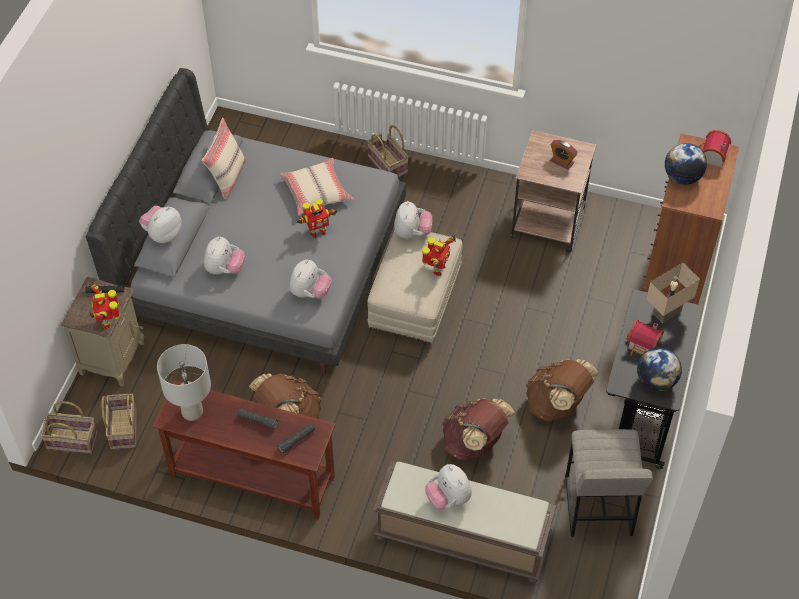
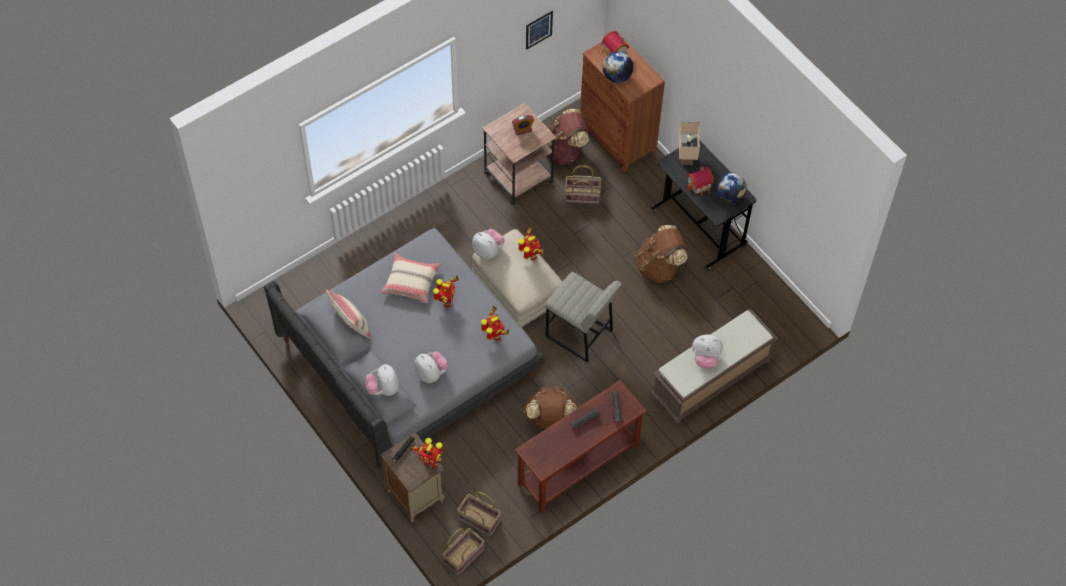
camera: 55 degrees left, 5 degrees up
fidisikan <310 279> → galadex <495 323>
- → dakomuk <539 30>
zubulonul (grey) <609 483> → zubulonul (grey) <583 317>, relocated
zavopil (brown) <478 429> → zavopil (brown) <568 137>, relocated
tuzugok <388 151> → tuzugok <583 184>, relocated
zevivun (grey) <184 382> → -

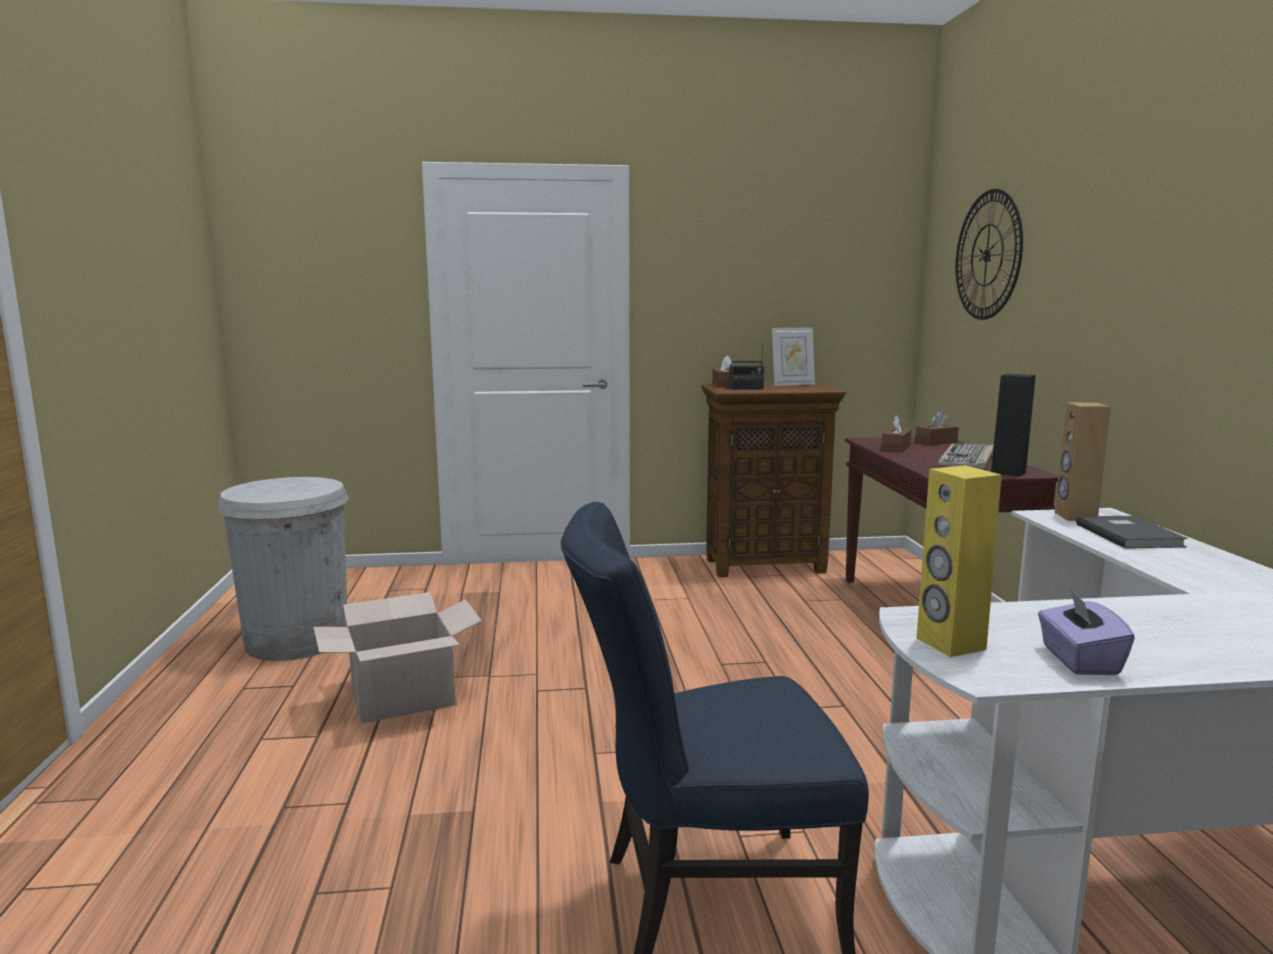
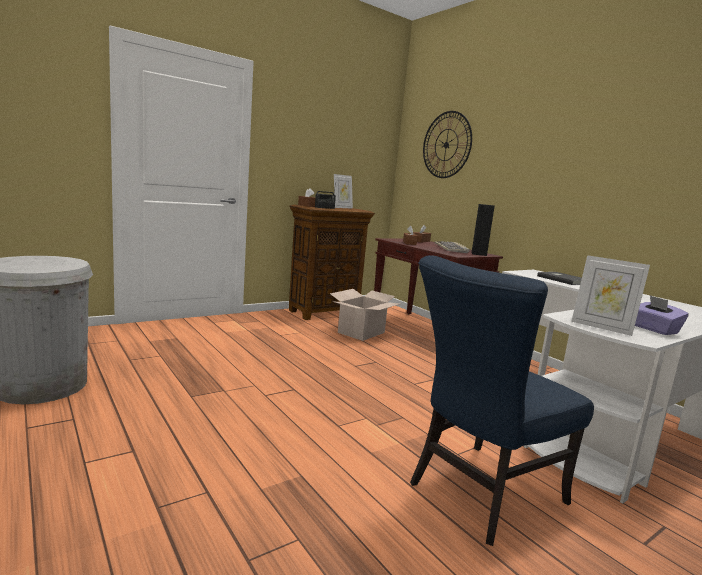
camera: 30 degrees left, 0 degrees up
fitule <397 658> → fitule <364 315>, relocated
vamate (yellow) <959 561> → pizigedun <610 295>
vamate (brown) <1083 461> → -

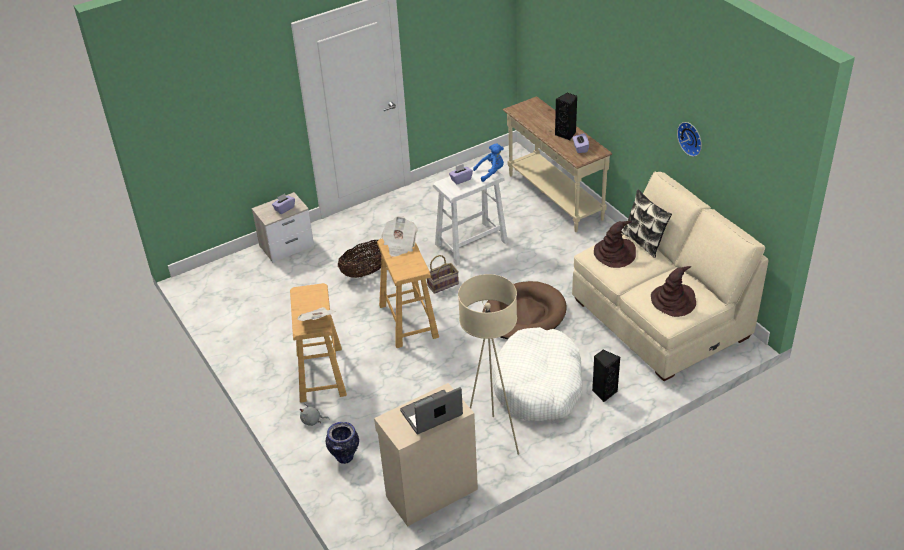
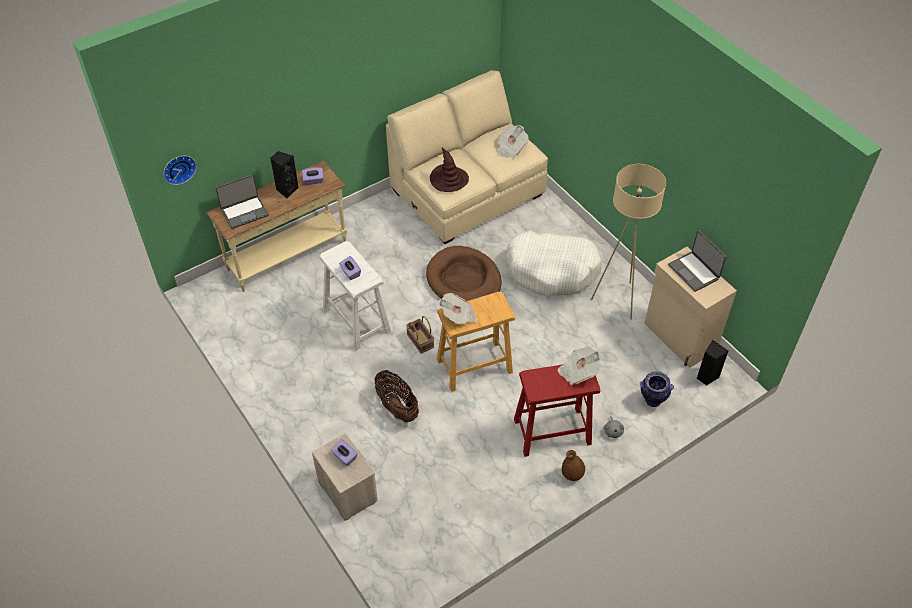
camera: 95 degrees left, 10 degrees up
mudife <689 139> → mudife <180 170>, relocated
- → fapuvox <242 201>
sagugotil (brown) <673 291> → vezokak <513 141>
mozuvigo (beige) <318 343> → mozuvigo (red) <557 410>
- → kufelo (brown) <573 465>
vamate (black) <606 376> → vamate (black) <712 363>, relocated
fidisikan (blue) <488 162> → -
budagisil <647 224> → -

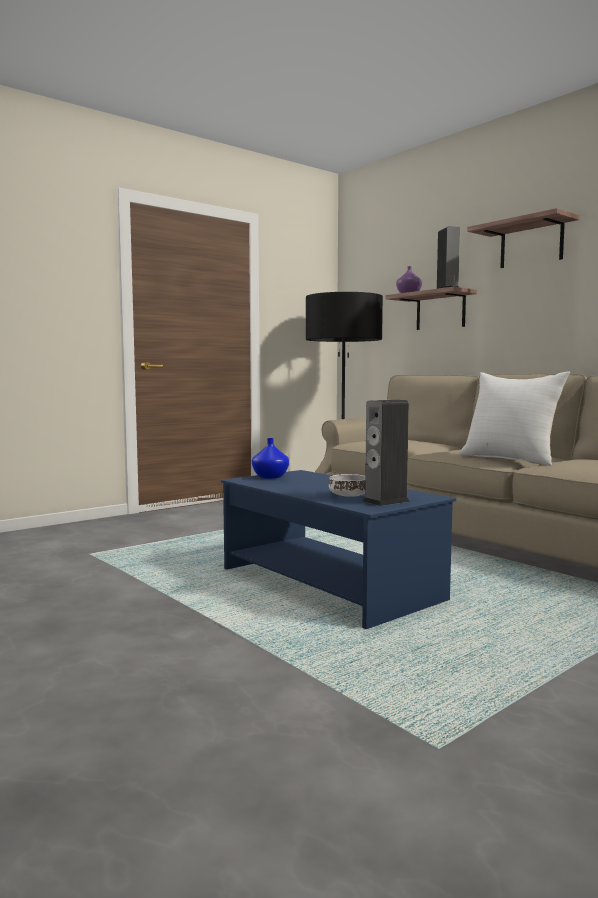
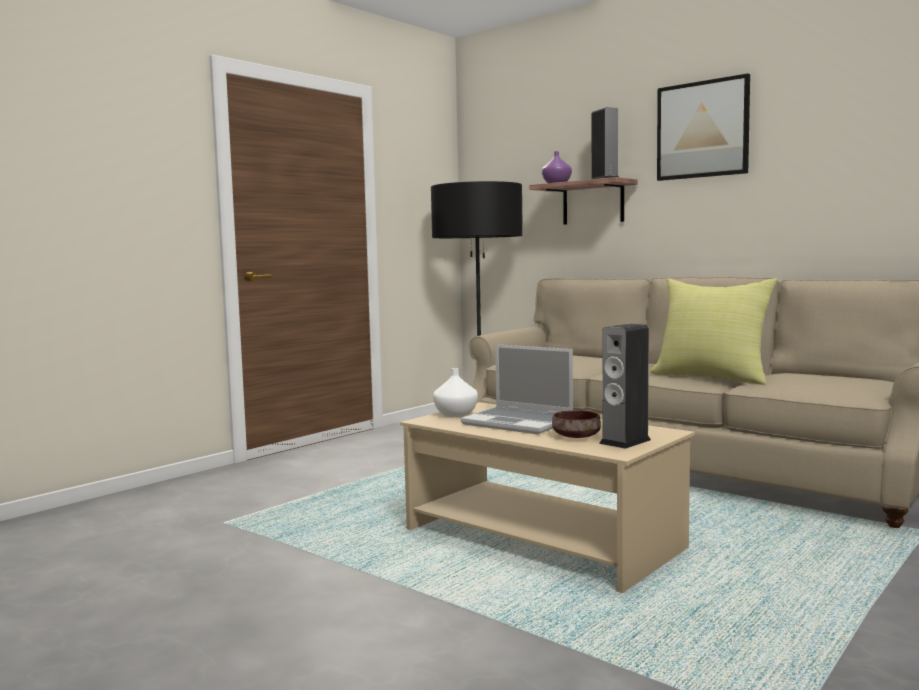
camera: 10 degrees left, 0 degrees up
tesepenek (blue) <338 549> → tesepenek (beige) <547 497>
kufelo (blue) <270 458> → kufelo (white) <455 392>
- → fapuvox <516 389>
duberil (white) <347 485> → duberil (brown) <576 424>
budagisil (white) <514 418> → budagisil (yellow) <713 331>
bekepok <523 238> → dakomuk <703 127>

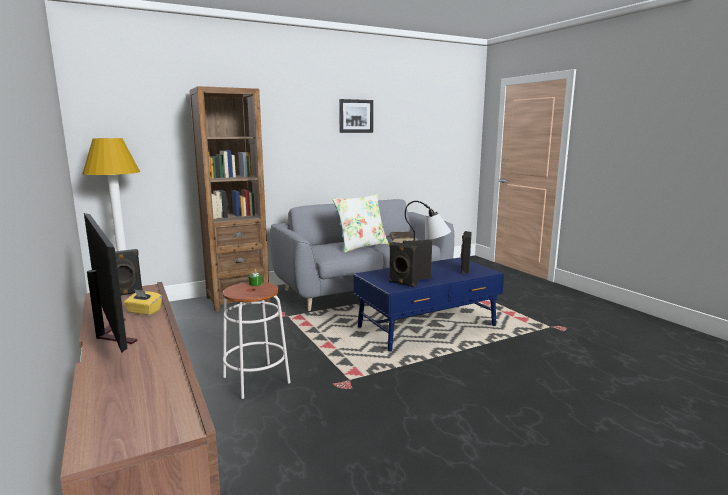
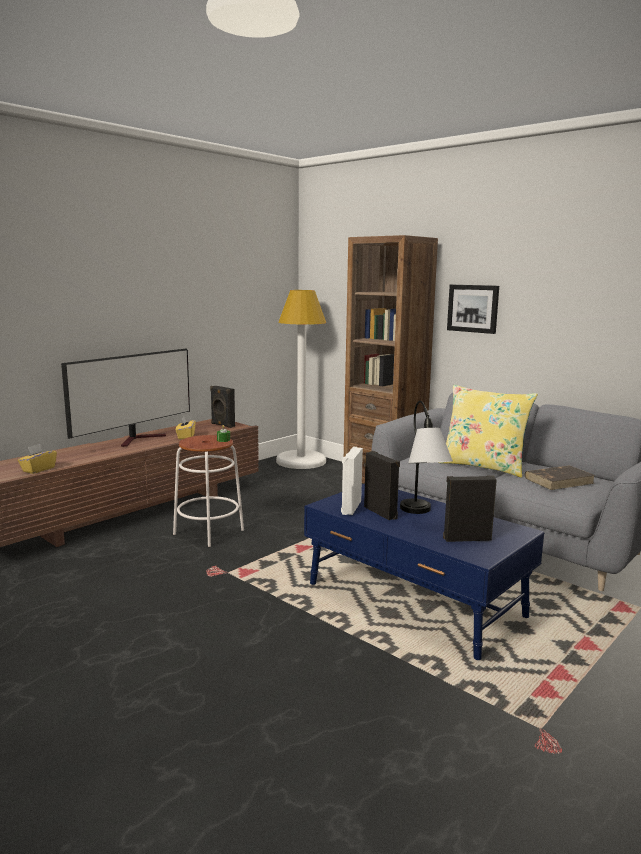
camera: 70 degrees right, 0 degrees up
- → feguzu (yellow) <37 459>
vamate (black) <403 264> → vamate (white) <352 481>
budagisil (white) <360 223> → budagisil (yellow) <488 431>
dakomuk <356 116> → dakomuk <473 309>, relocated

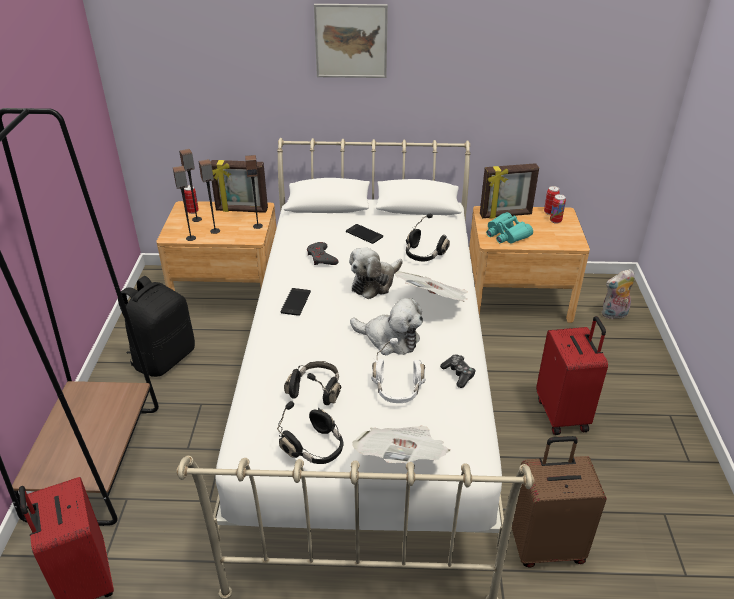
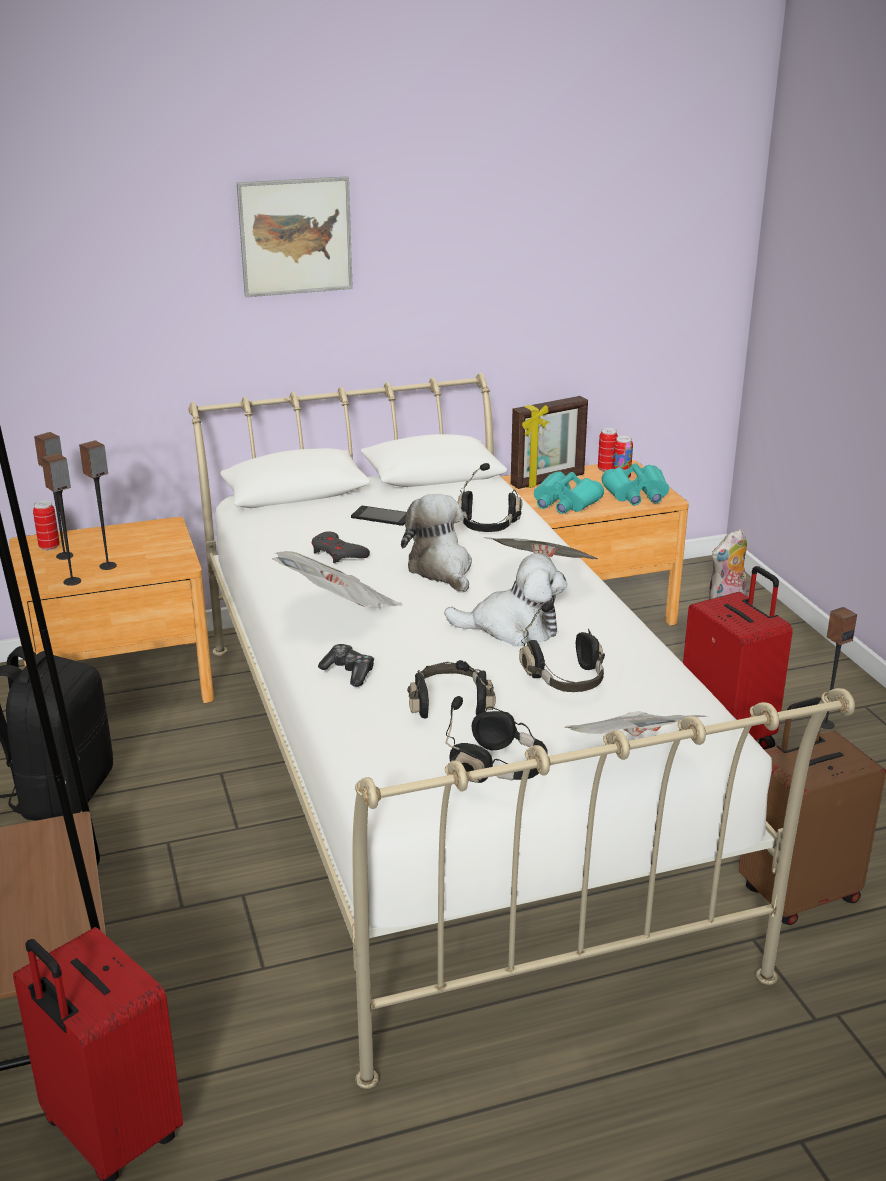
camera: 20 degrees left, 10 degrees down
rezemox <295 302> → vezokak <337 580>
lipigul <458 371> → lipigul <346 665>, relocated
fidisikan <376 273> → fidisikan <436 543>, 135 degrees clockwise
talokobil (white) <398 370> → talokobil (black) <562 647>
- → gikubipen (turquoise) <635 484>
vamate <254 192> → vamate <839 668>, relocated
pizigedun <239 186> → -

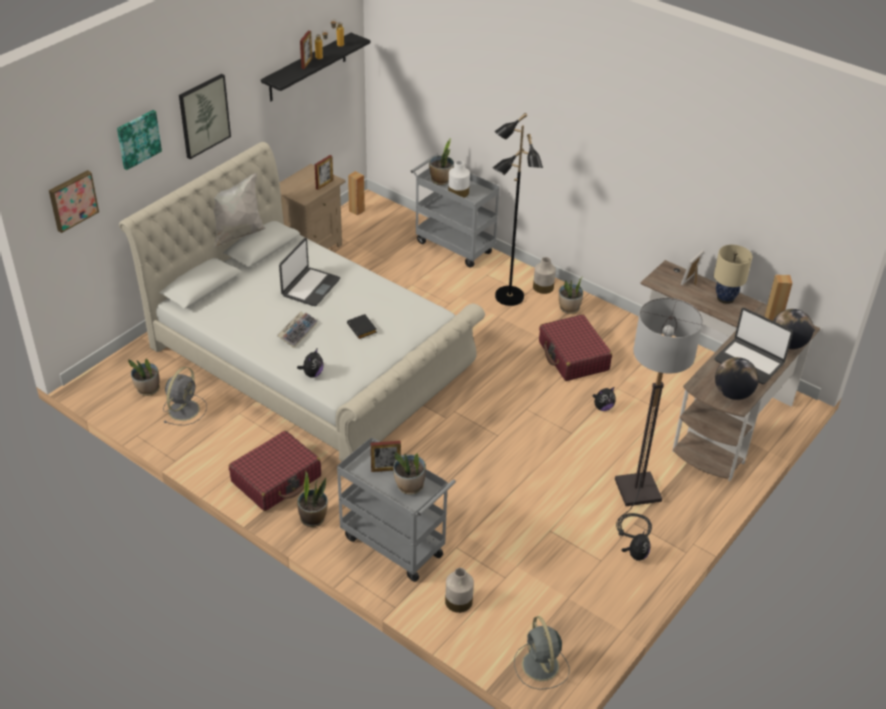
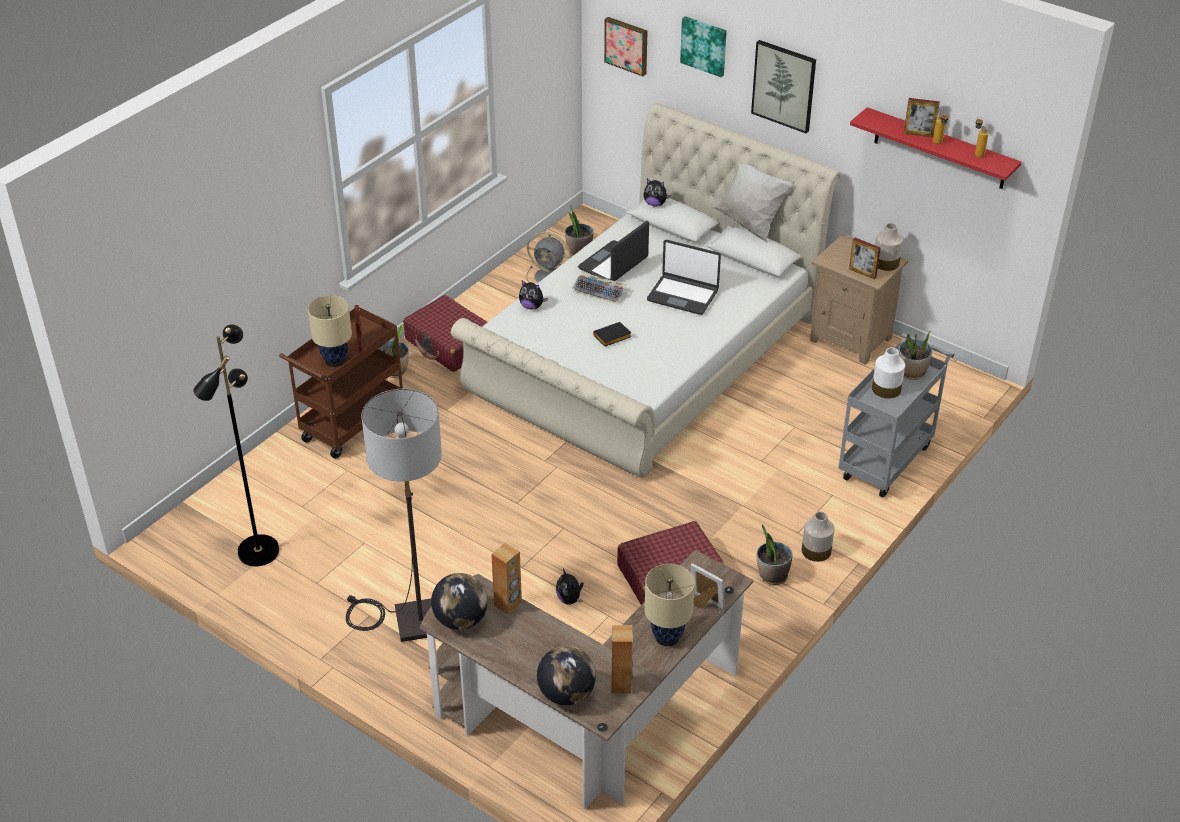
camera: 90 degrees right, 0 degrees up
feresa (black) <518 209> → feresa (black) <236 445>, relocated
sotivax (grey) <396 509> → sotivax (brown) <341 383>
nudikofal <409 473> → zevivun (beige) <330 331>
vamate (brown) <356 193> → vamate (brown) <506 578>, relocated
fapuvox <754 346> → fapuvox <613 251>, relocated
fidisikan <635 545> → fidisikan <657 193>, relocated
bekepok (black) <315 67> → bekepok (red) <936 148>
kufelo (beige) <459 590> → kufelo (beige) <889 247>, relocated
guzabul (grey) <542 653> → -

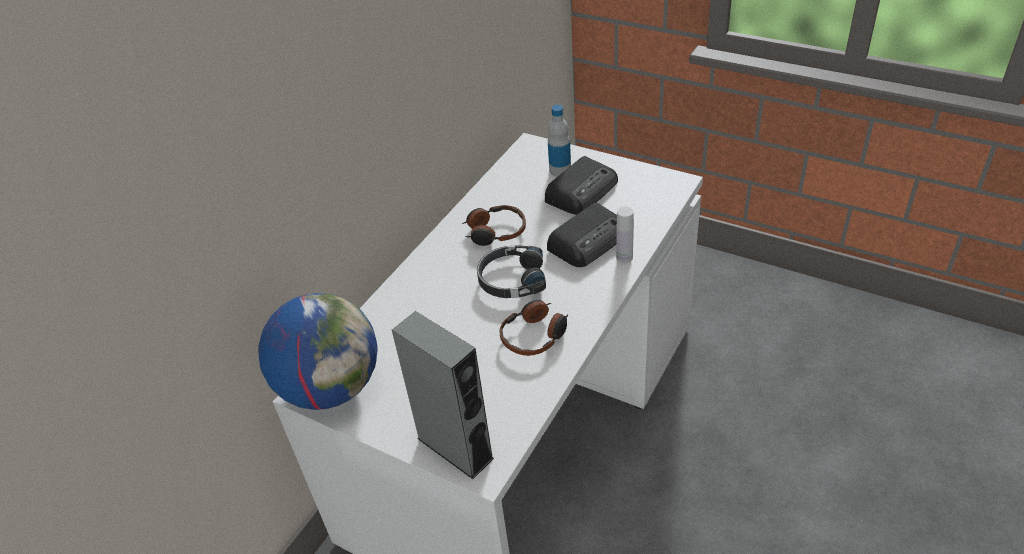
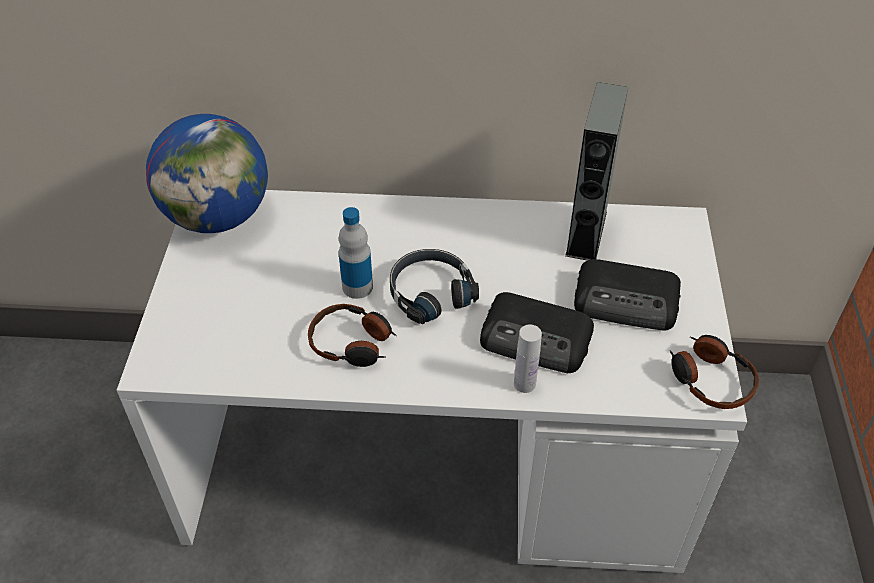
camera: 60 degrees right, 5 degrees up
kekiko <559 141> → kekiko <356 253>, relocated
vamate (grey) <443 395> → vamate (grey) <596 171>, relocated
talokobil <494 225> → talokobil <714 372>, relocated

